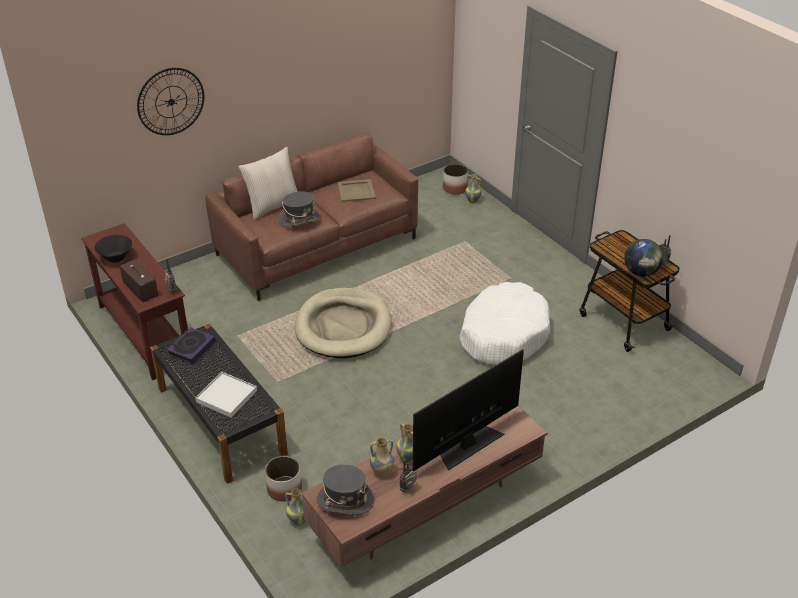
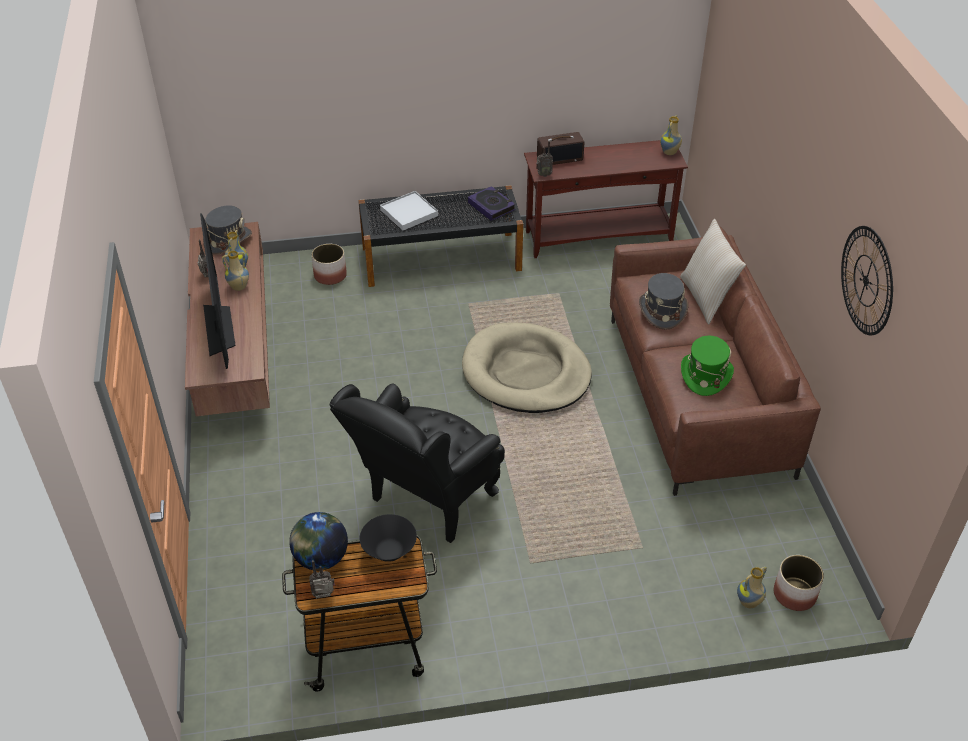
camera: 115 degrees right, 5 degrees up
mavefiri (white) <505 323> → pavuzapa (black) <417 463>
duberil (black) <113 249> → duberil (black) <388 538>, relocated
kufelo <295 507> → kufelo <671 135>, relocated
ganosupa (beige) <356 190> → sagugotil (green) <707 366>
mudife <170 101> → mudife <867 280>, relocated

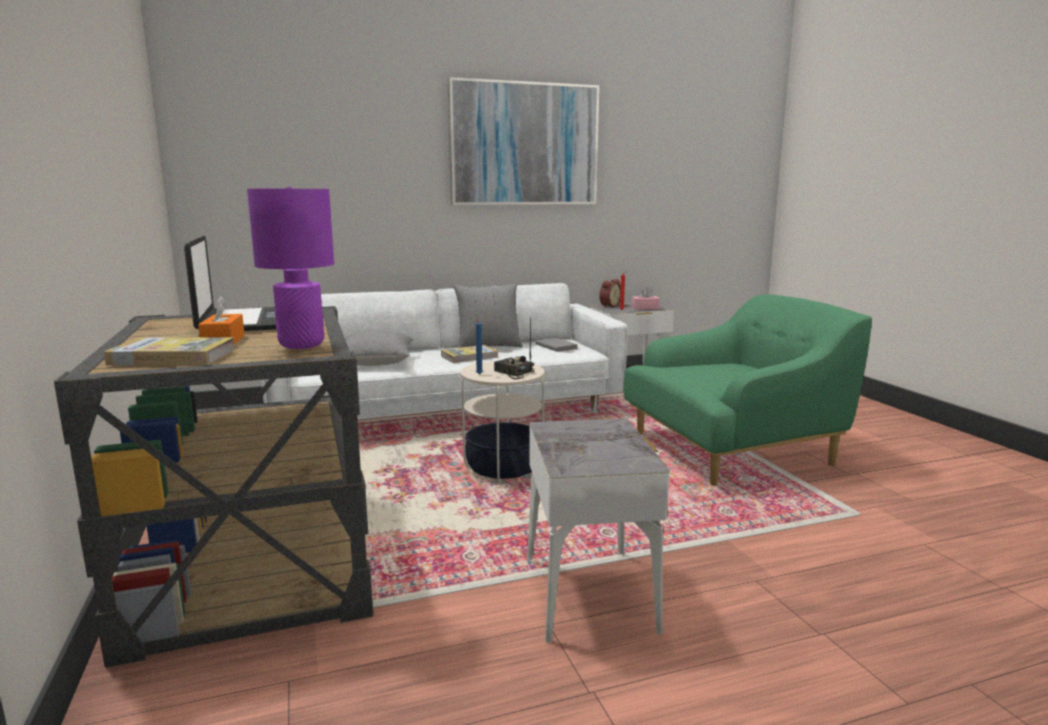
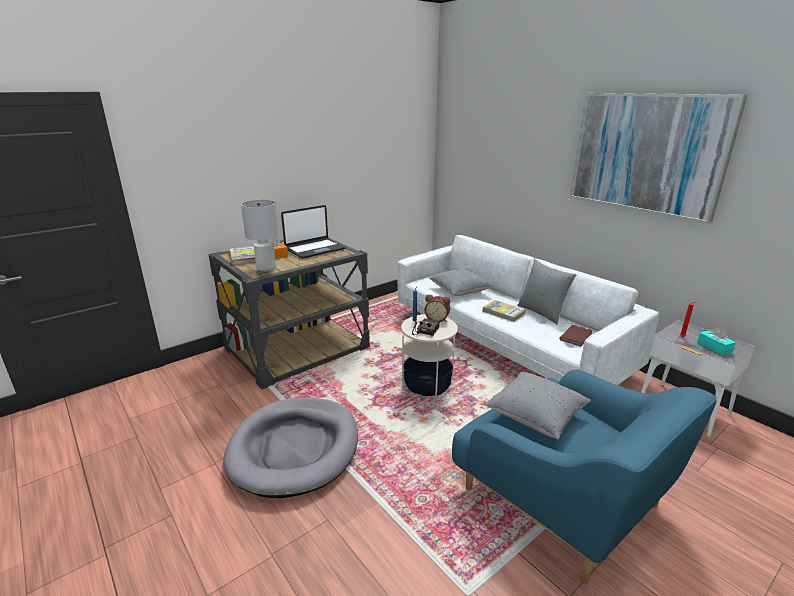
camera: 70 degrees right, 10 degrees up
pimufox <598 531> → mavefiri (grey) <290 447>
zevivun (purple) <290 267> → zevivun (grey) <260 236>
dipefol <610 293> → dipefol <437 308>, relocated
pavuzapa (green) <748 390> → pavuzapa (blue) <584 476>
- → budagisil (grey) <537 405>
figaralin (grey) <557 345> → figaralin (brown) <576 336>
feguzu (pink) <646 298> → feguzu (turquoise) <716 341>

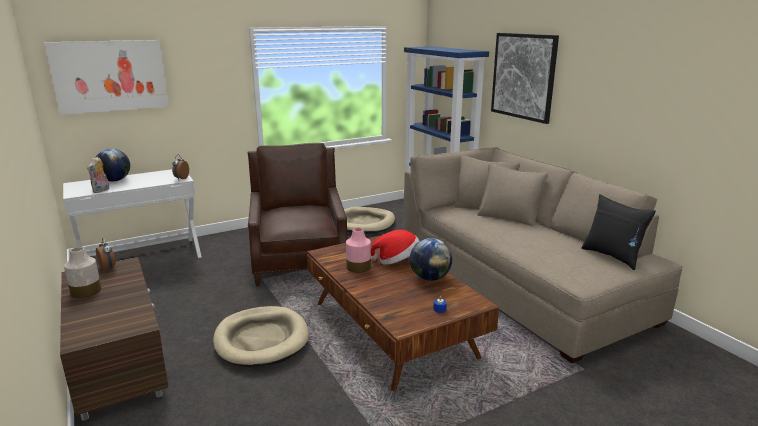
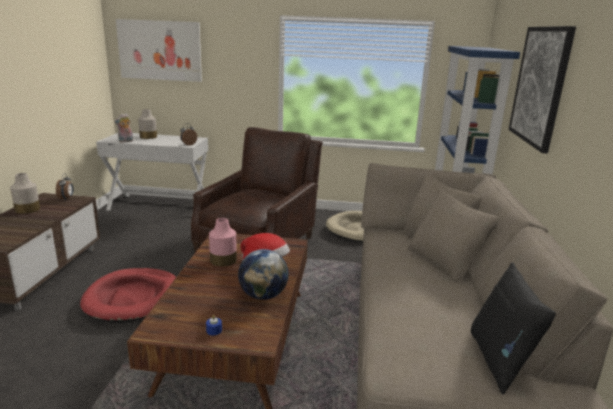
camera: 35 degrees right, 0 degrees up
mavefiri (beige) <261 336> → mavefiri (red) <128 295>
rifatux <112 165> → kufelo (beige) <147 124>

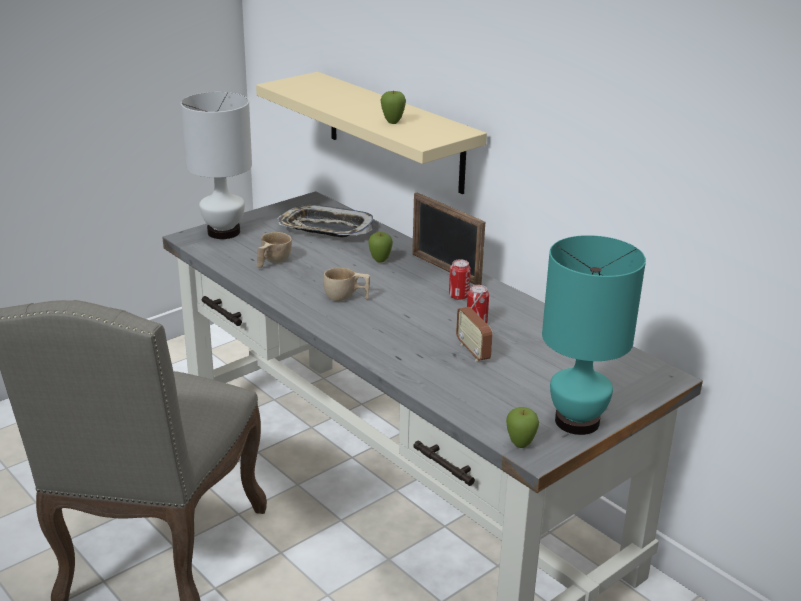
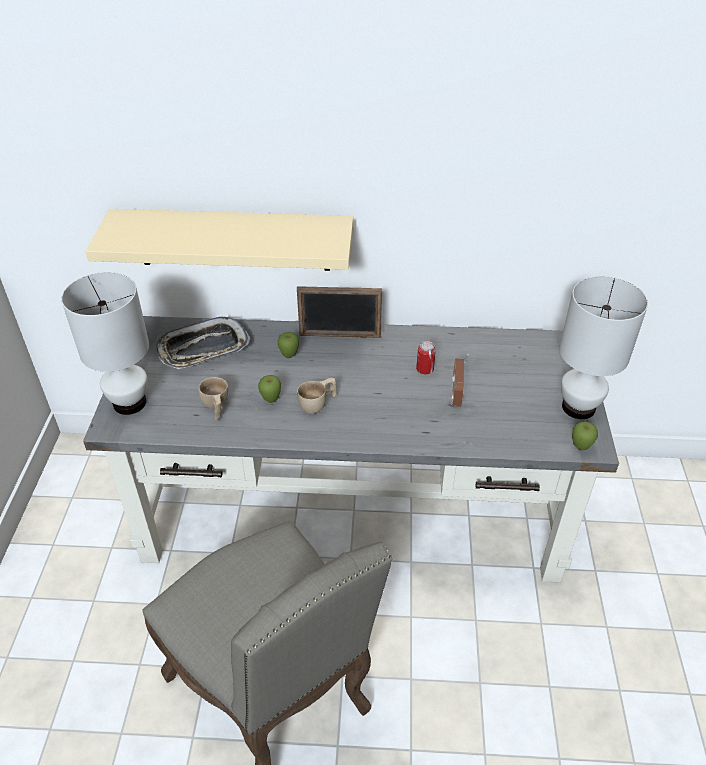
camera: 45 degrees left, 15 degrees up
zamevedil <393 107> → zamevedil <269 389>, relocated
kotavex <474 326> → kotavex <460 380>, 75 degrees clockwise
zevivun (turquoise) <594 335> → zevivun (white) <603 347>
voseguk <460 279> → -

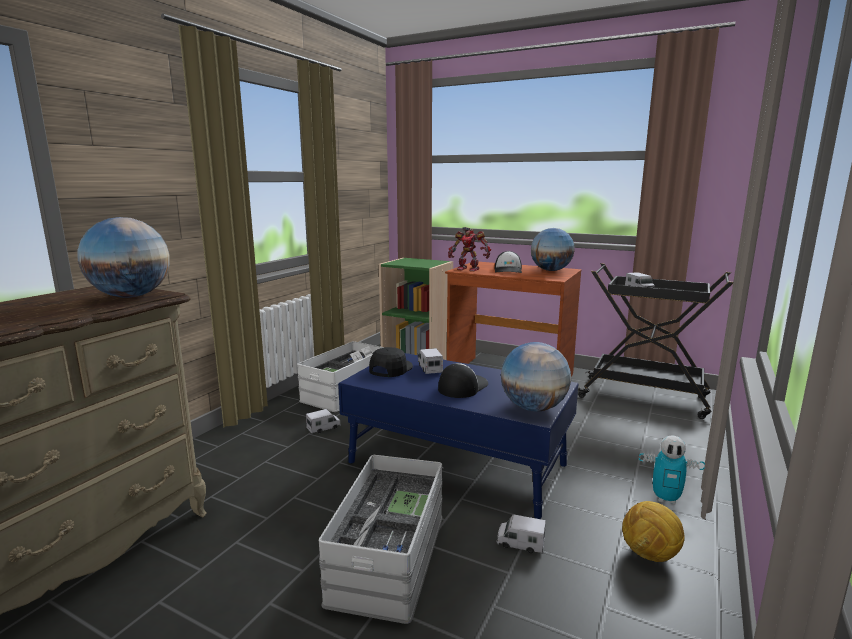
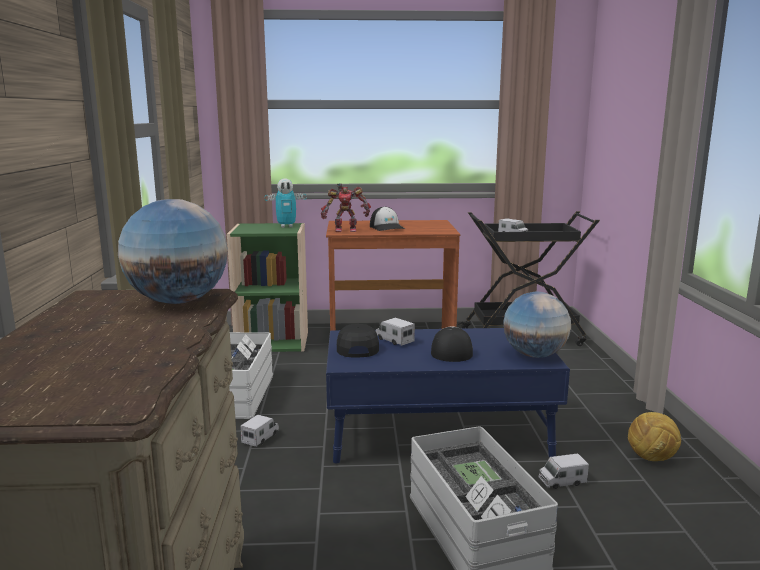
camera: 30 degrees left, 0 degrees up
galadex <672 469> → galadex <286 203>, relocated
rifatux <553 249> → -

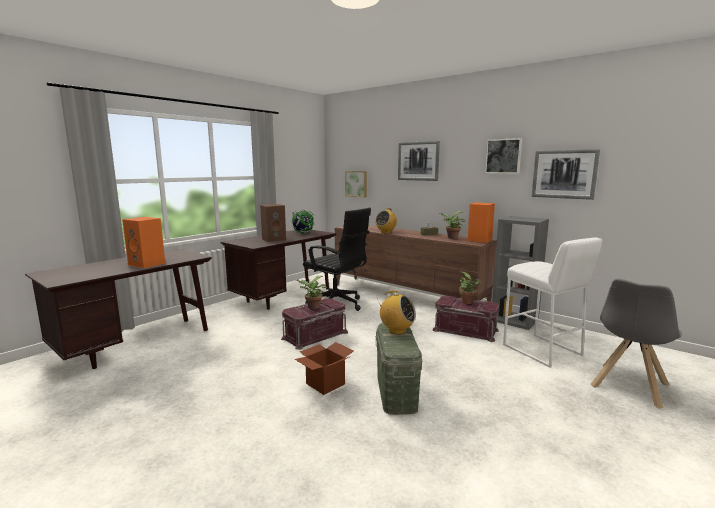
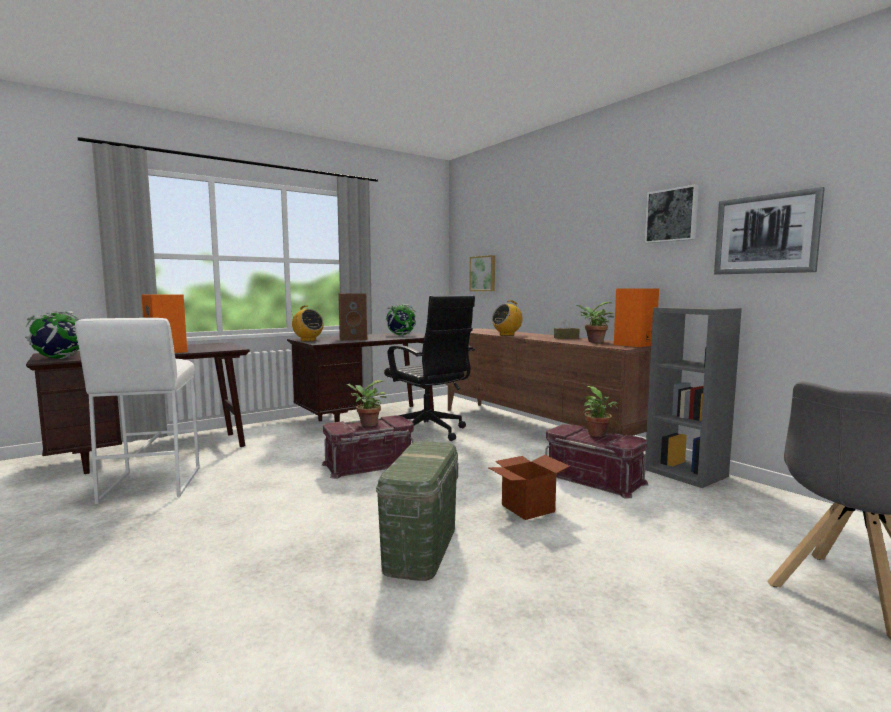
camera: 15 degrees right, 5 degrees down
- → rifatux <52 335>
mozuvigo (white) <553 302> → mozuvigo (white) <137 411>, relocated
kotavex <397 312> → kotavex <307 323>, relocated
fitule <324 368> → fitule <529 487>, relocated
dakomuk <419 161> → -

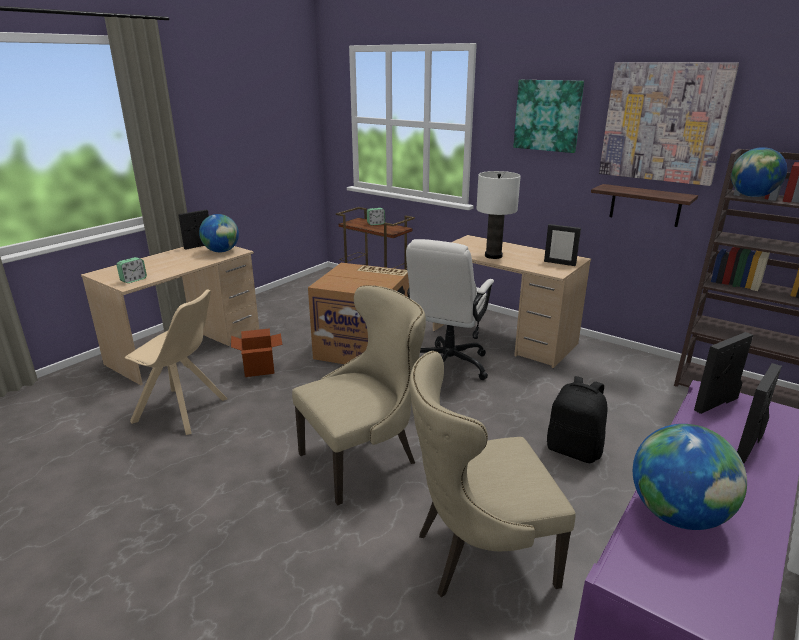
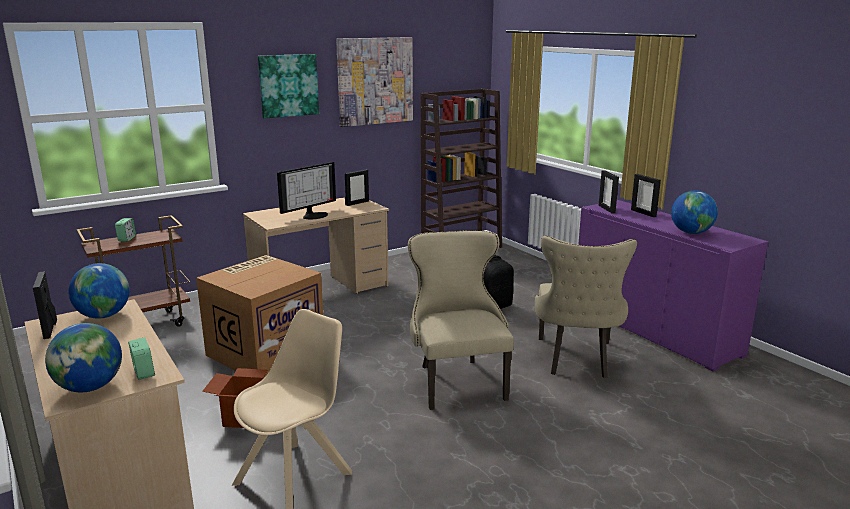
camera: 70 degrees left, 5 degrees down
rifatux <759 172> → rifatux <83 357>, relocated
zevivun (white) <498 215> → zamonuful <306 190>
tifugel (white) <450 309> → -
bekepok <644 205> → -

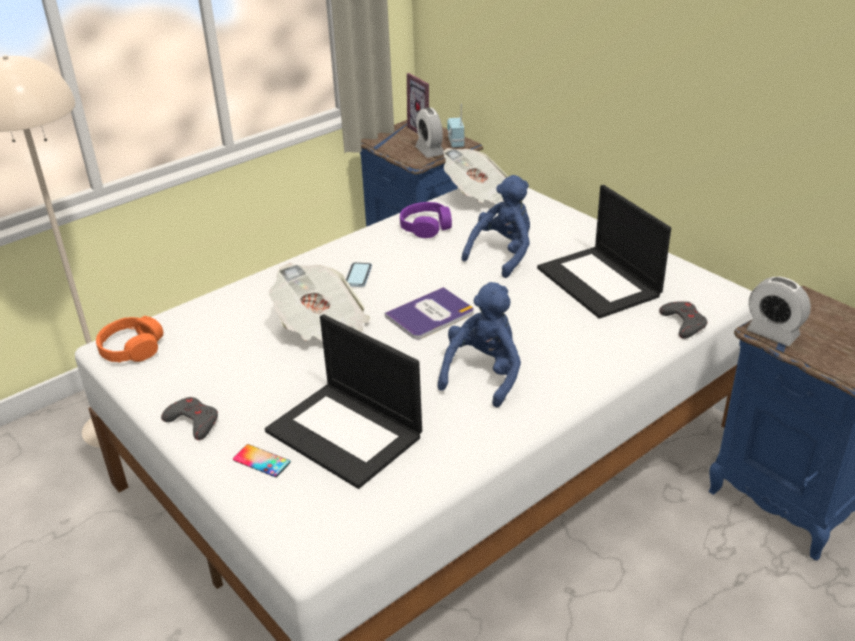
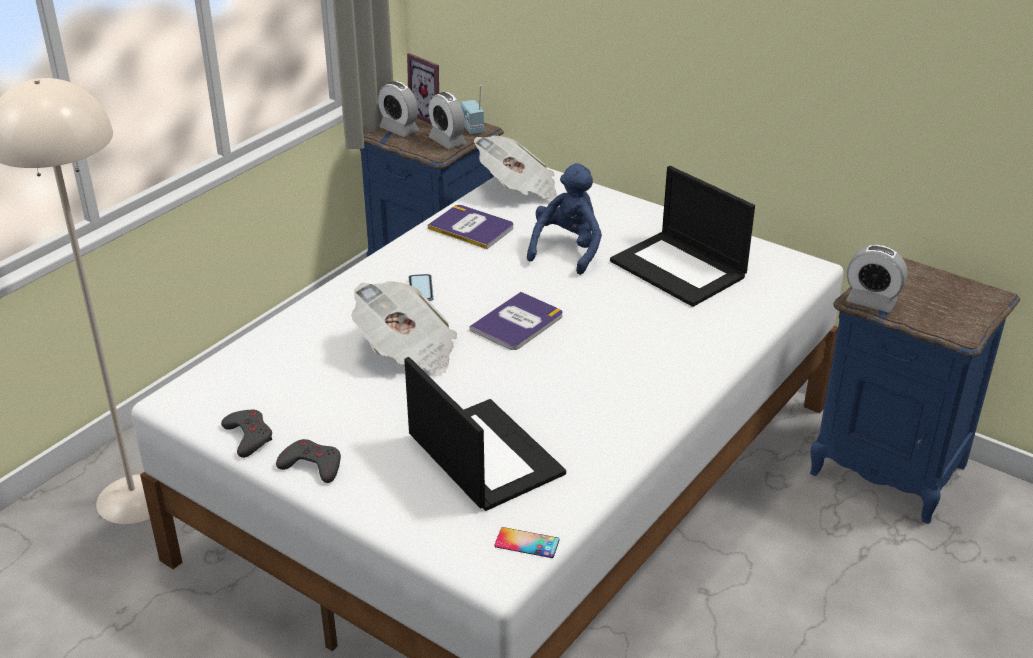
camera: 15 degrees left, 0 degrees up
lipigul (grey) <683 320> → lipigul (grey) <246 434>, relocated
- → dipefol <398 109>
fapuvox <343 401> → fapuvox <485 434>, 150 degrees counterclockwise
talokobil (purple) <426 220> → figaralin <470 227>
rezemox <262 460> → rezemox <527 542>, relocated
talokobil (orange) <129 339> → -
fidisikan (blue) <479 344> → -

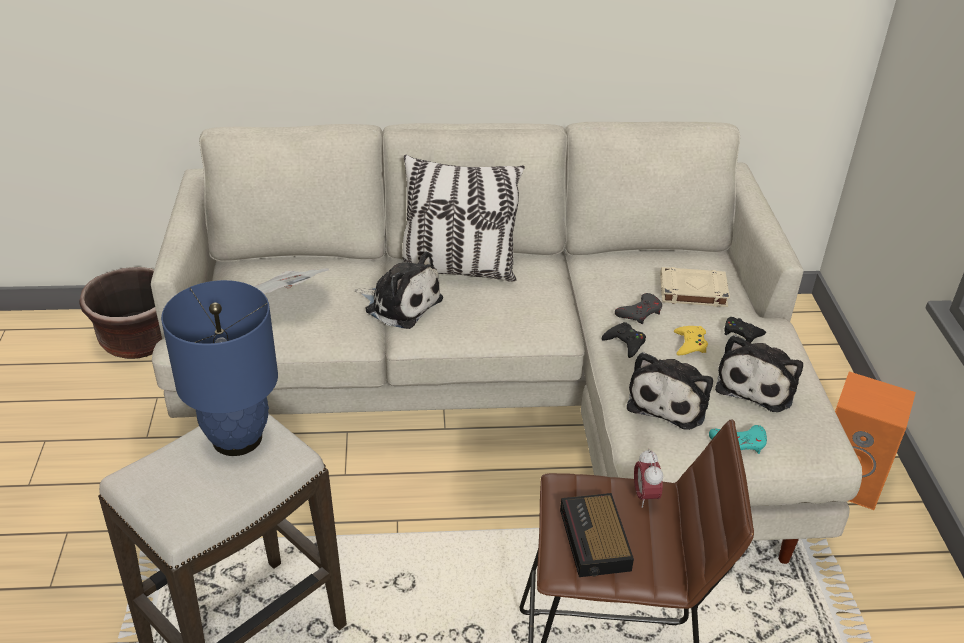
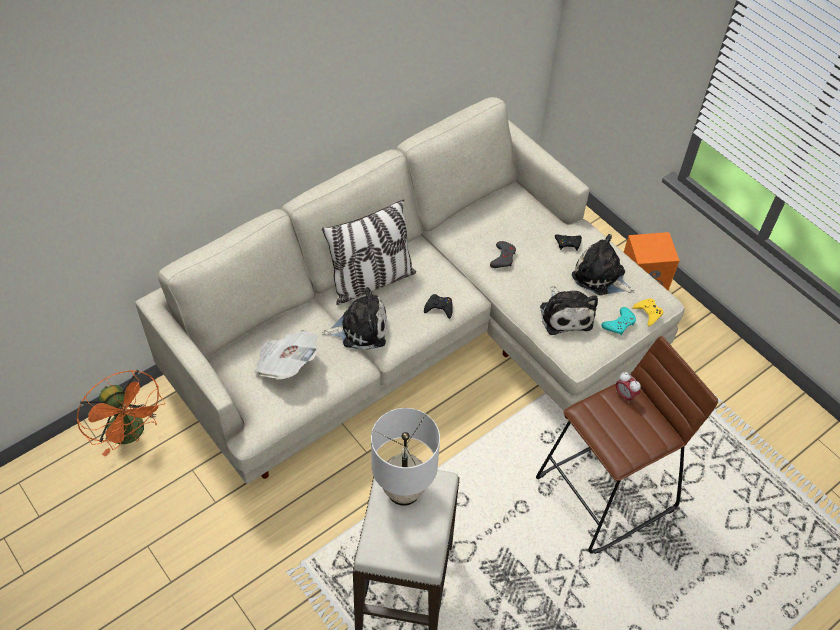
camera: 35 degrees left, 15 degrees up
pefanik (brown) <120 313> → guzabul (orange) <120 413>
zevivun (blue) <219 368> → zevivun (white) <405 457>
lipigul (black) <624 340> → lipigul (black) <438 306>, relocated
fidisikan <759 373> → fidisikan <603 264>, 135 degrees clockwise
lipigul (yellow) <691 341> → lipigul (yellow) <648 312>, relocated
dipefol <597 535> → -
figaralin (beige) <695 287> → -

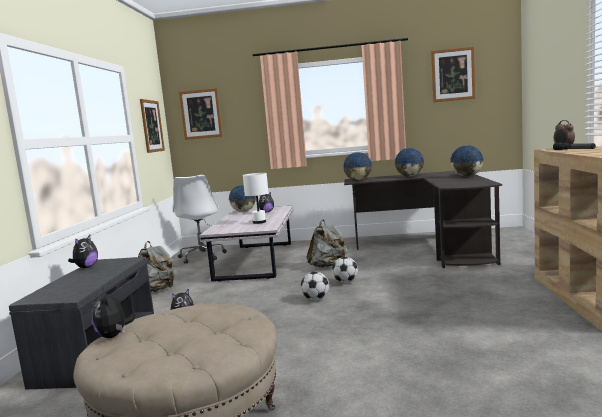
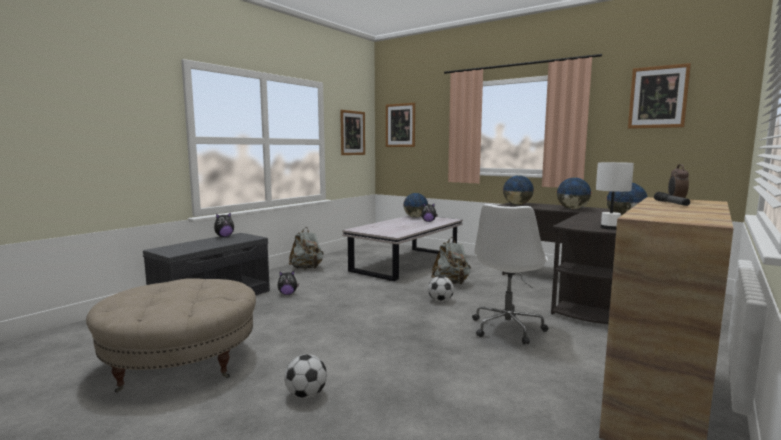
camera: 30 degrees right, 0 degrees up
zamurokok <315 286> → zamurokok <305 376>, relocated
tifugel (white) <200 219> → tifugel (white) <510 274>, relocated
zevivun (white) <255 198> → zevivun (white) <615 196>, relocated
fidisikan <113 313> → -

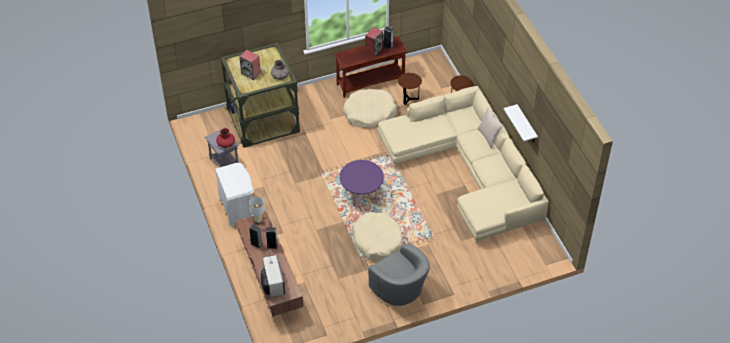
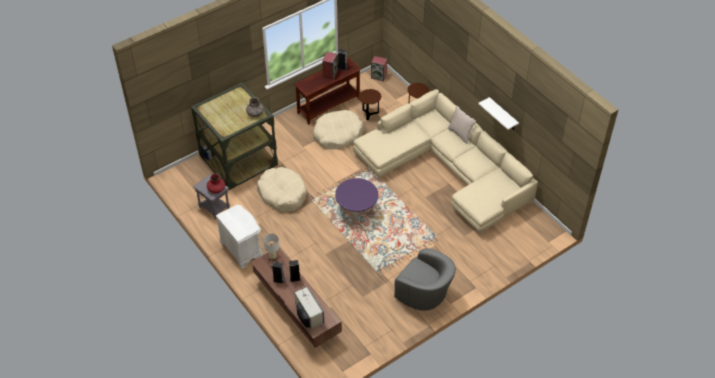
camera: 15 degrees left, 0 degrees up
mavefiri (beige) <378 237> → mavefiri (beige) <282 189>, relocated
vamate <250 65> → vamate <379 68>, relocated

